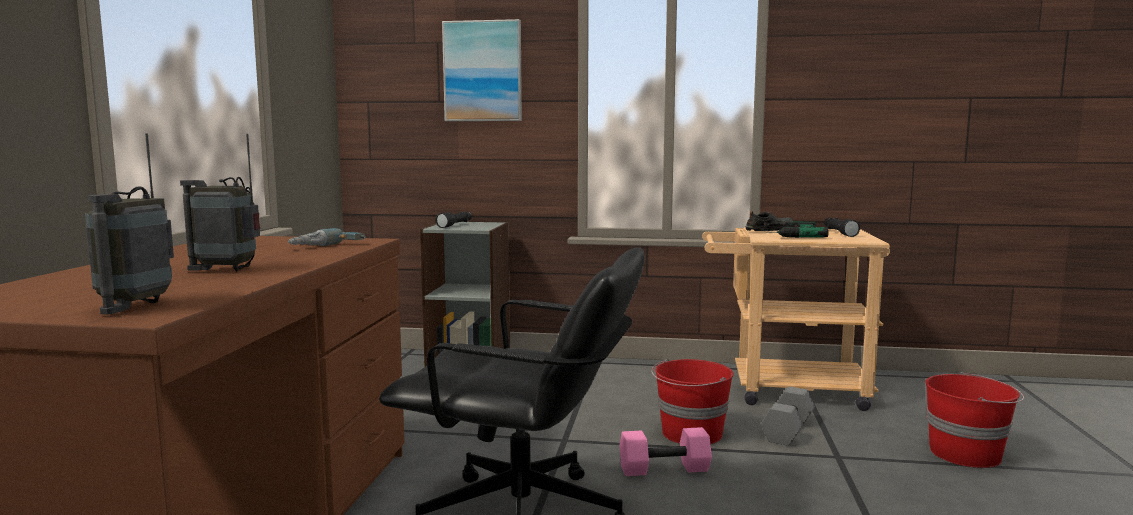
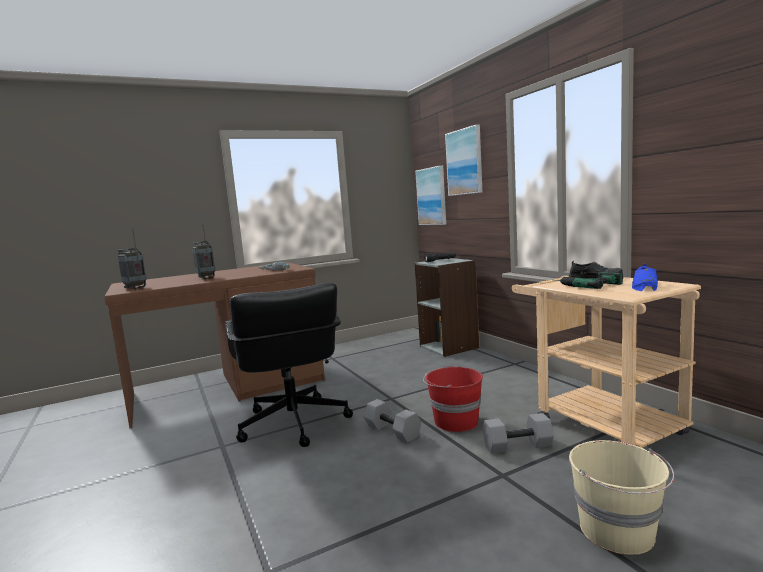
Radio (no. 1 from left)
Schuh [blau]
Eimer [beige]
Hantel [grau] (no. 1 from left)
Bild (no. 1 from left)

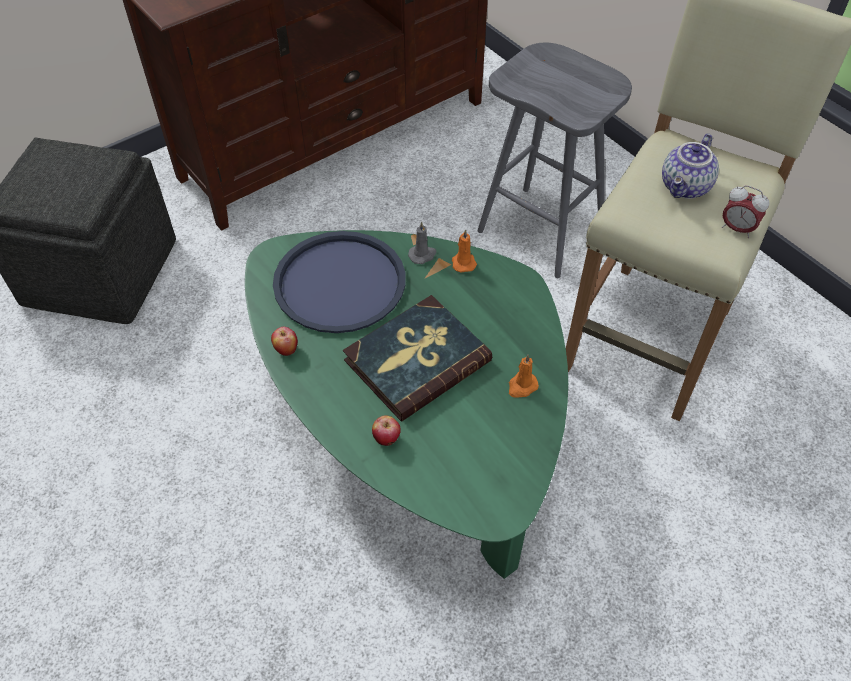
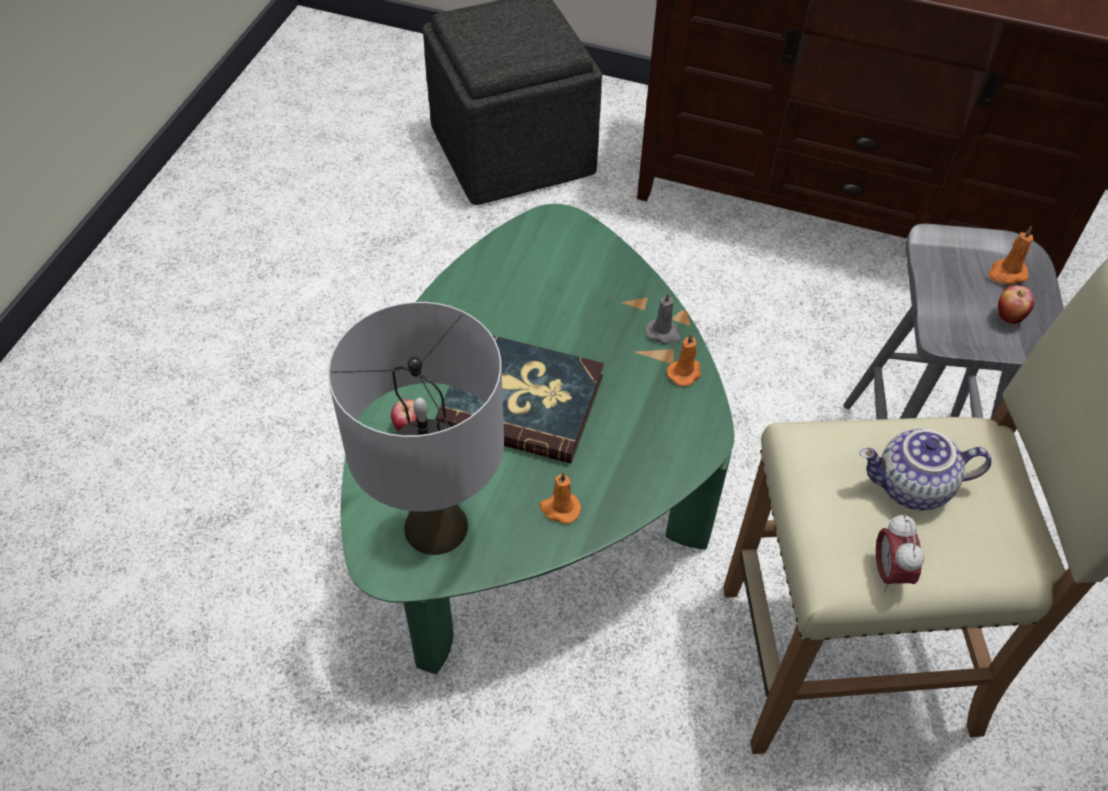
Tablett [blau]
Apfel (no. 2 from left)
Kerze [orange] (no. 3 from left)
Tischlampe [grau]

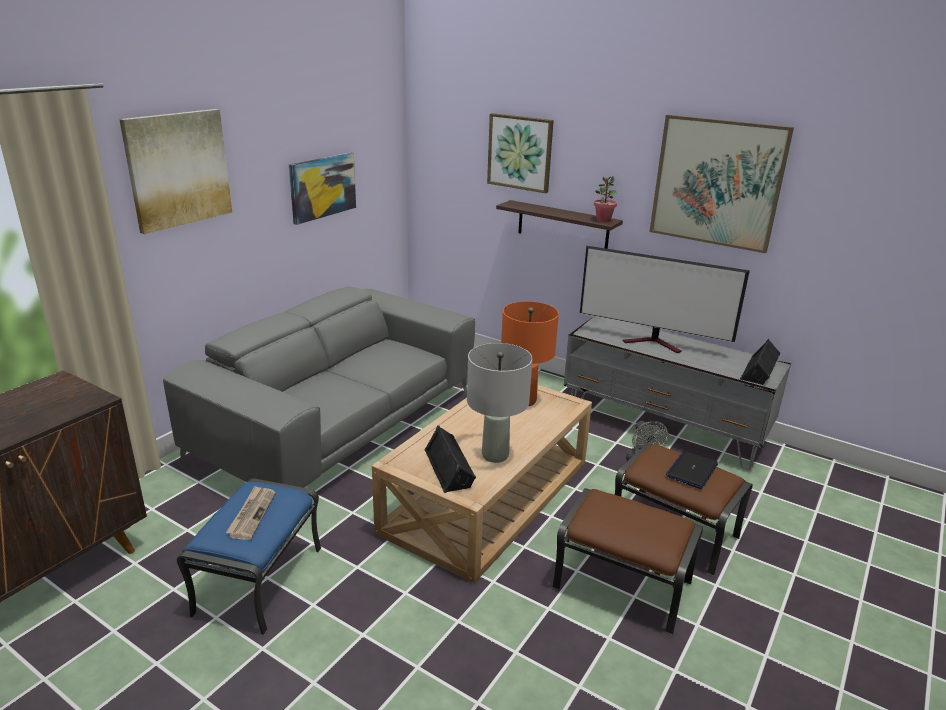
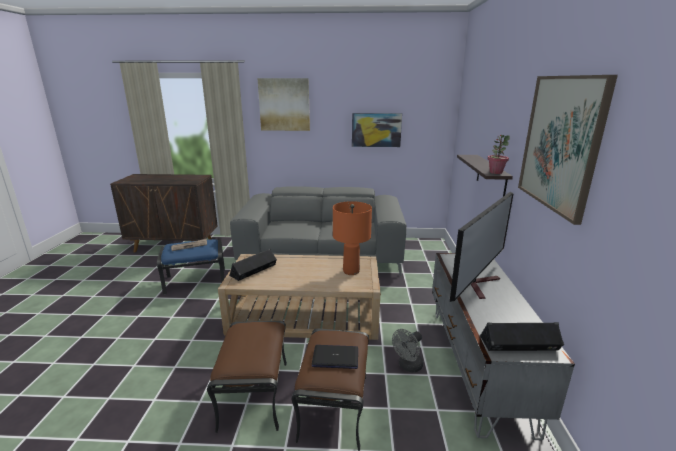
Bild (no. 3 from left in the first image)
Fernseher
Tischlampe [grau]

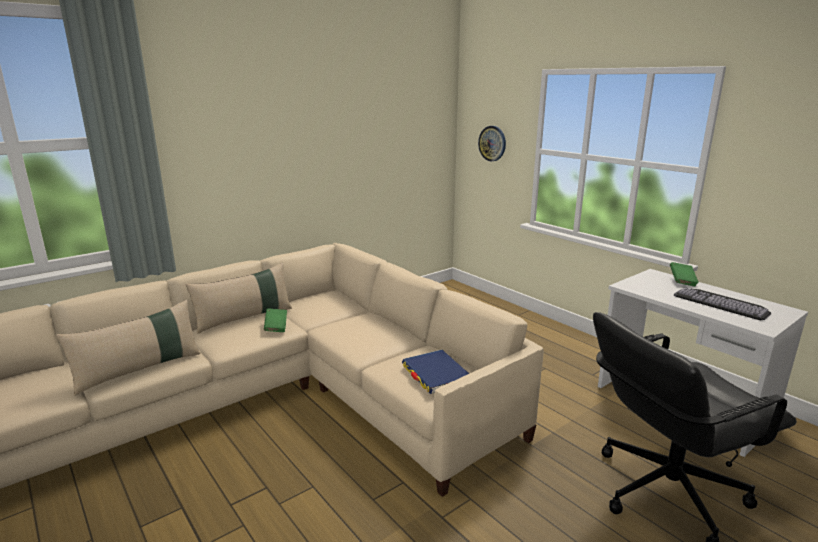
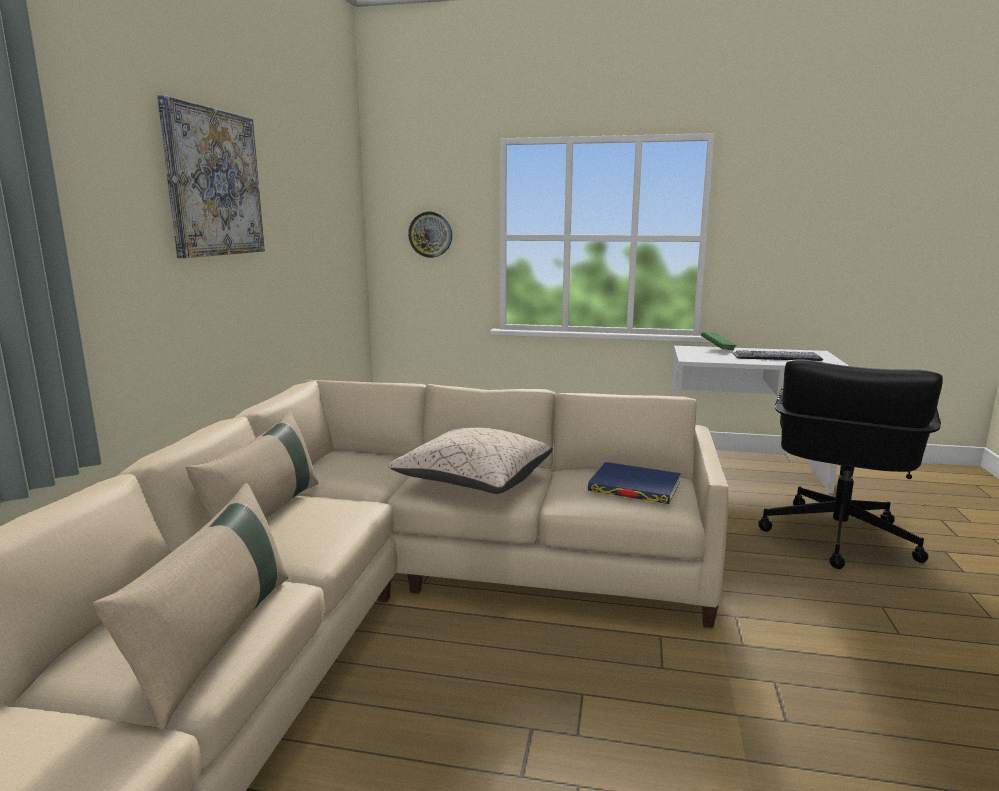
Buch [grün] (no. 1 from left in the first image)
Bild
Kissen [beige] (no. 3 from left)

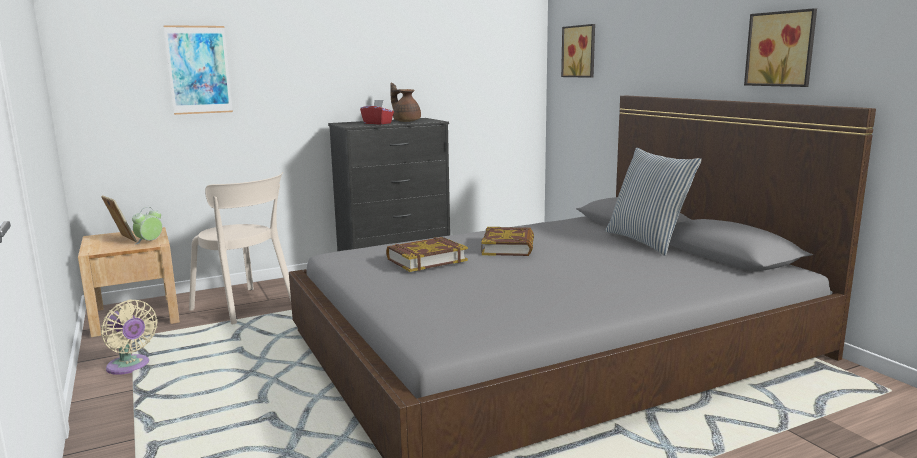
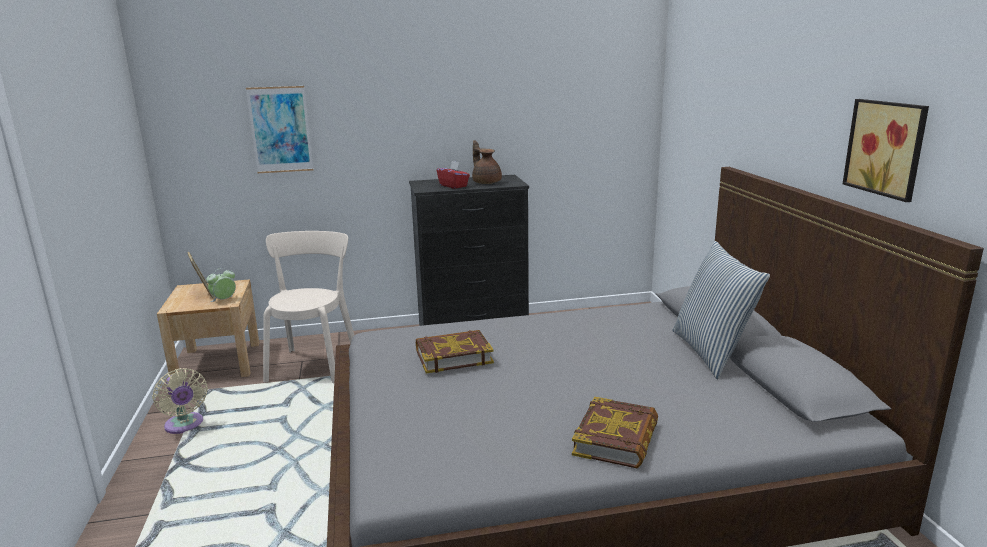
Bild (no. 2 from left in the first image)
Stuhl [beige]
Buch (no. 2 from left)

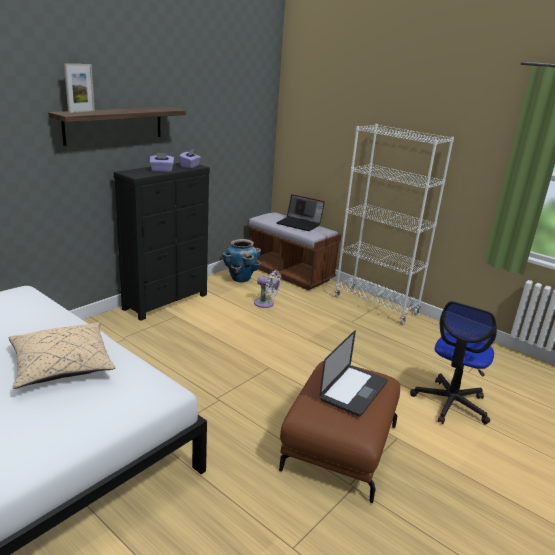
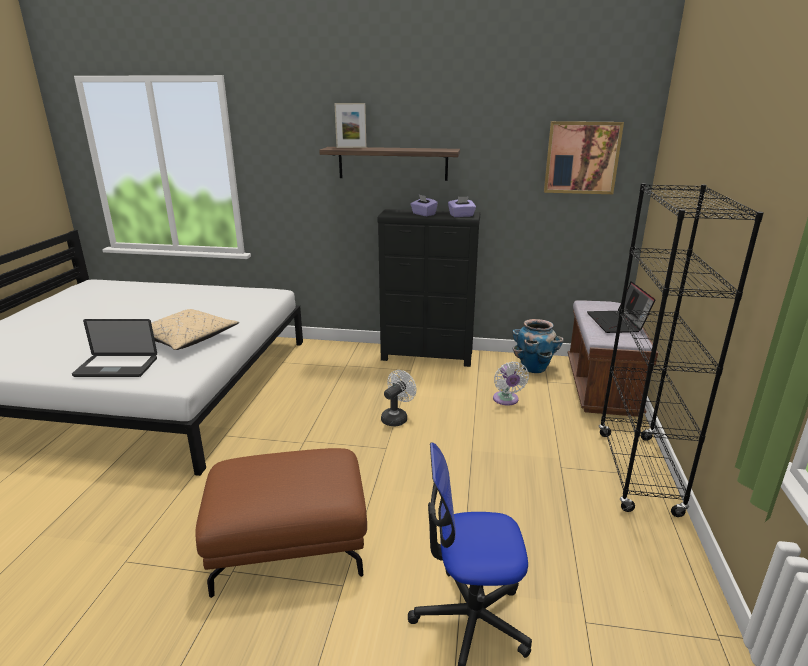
Bücherregal [schwarz]
Laptop (no. 1 from left)
Bild
Ventilator [weiß] (no. 1 from left)

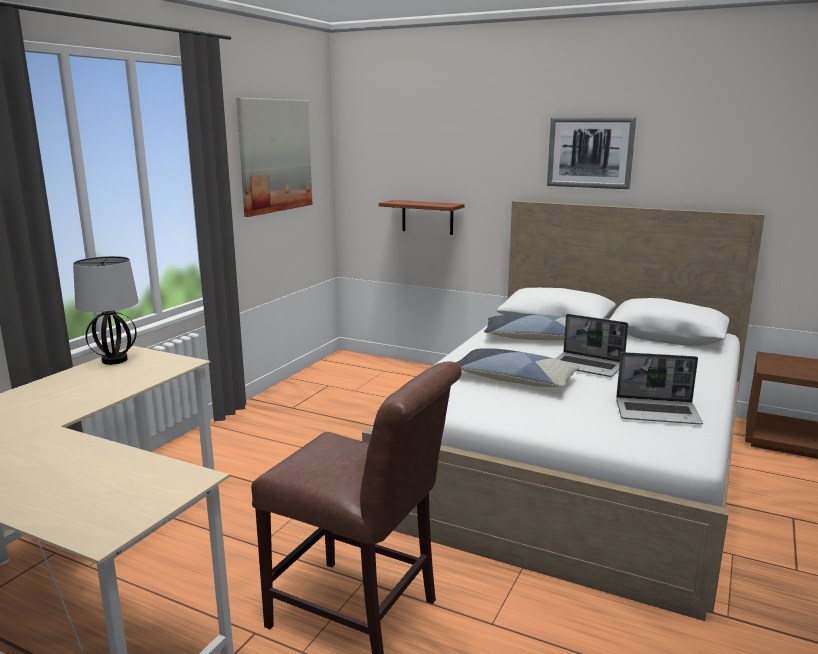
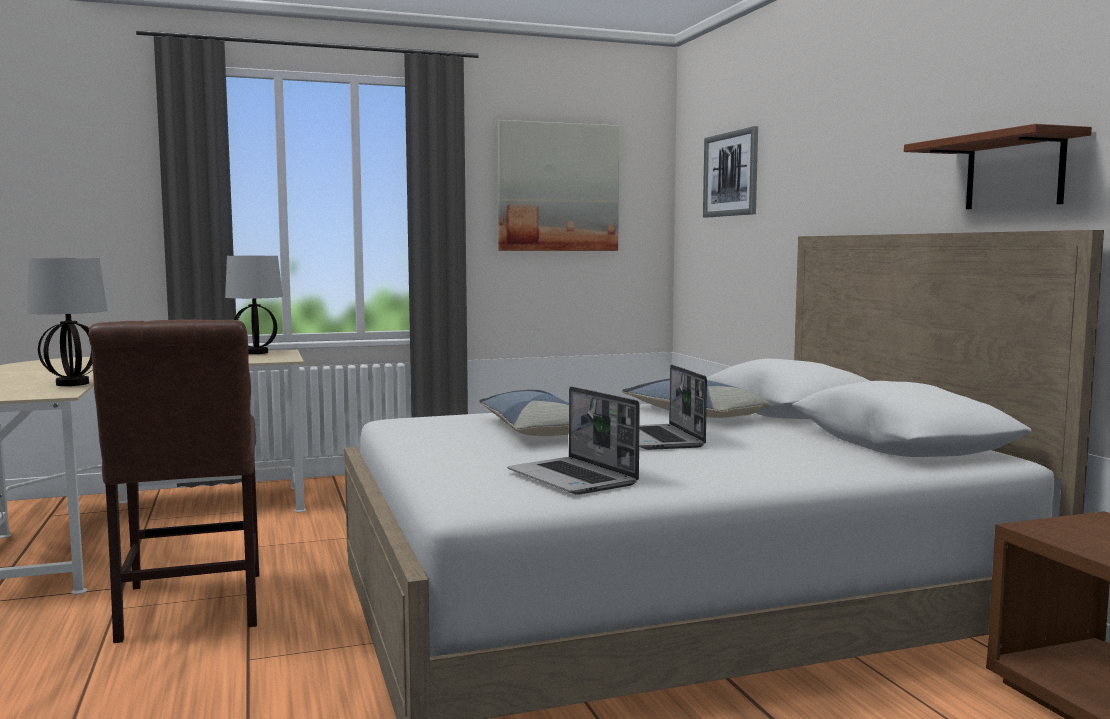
Bild (no. 2 from left)
Wandregal [braun]
Tischlampe (no. 1 from left)

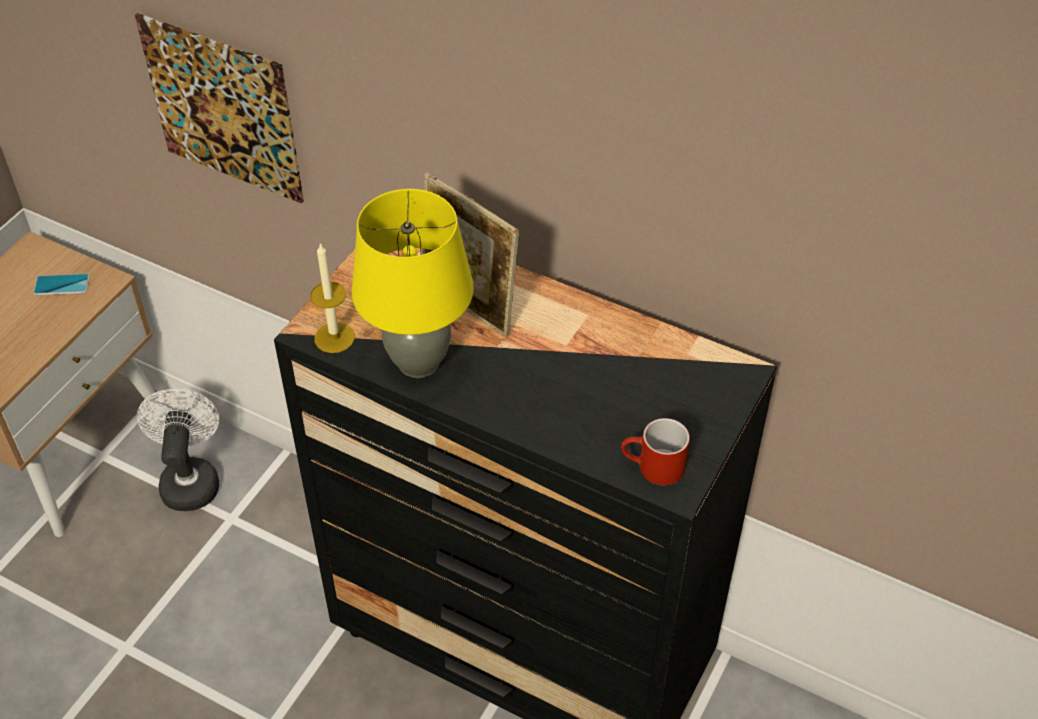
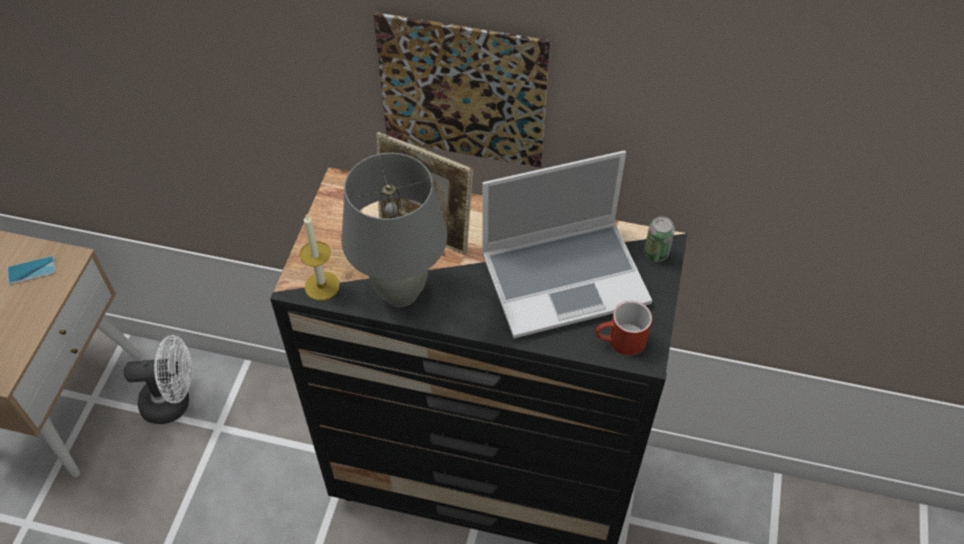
Bild
Tischlampe [grau]
Ventilator [weiß]
Laptop
Dose

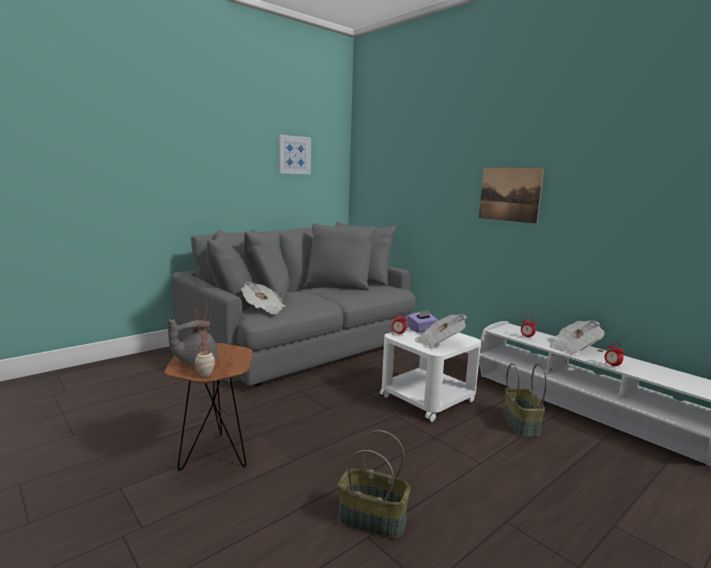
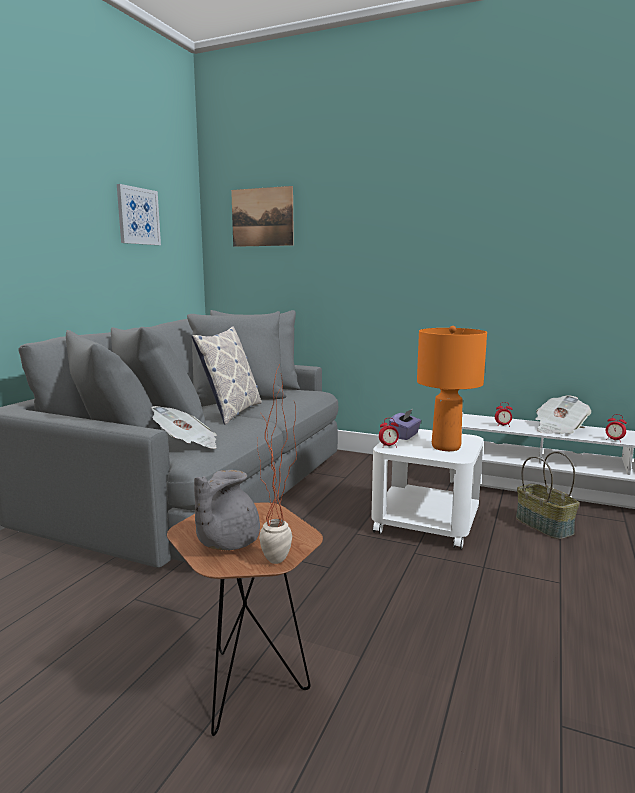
Bild (no. 2 from left)
Tischlampe [orange]
Korb (no. 1 from left in the first image)
Kissen

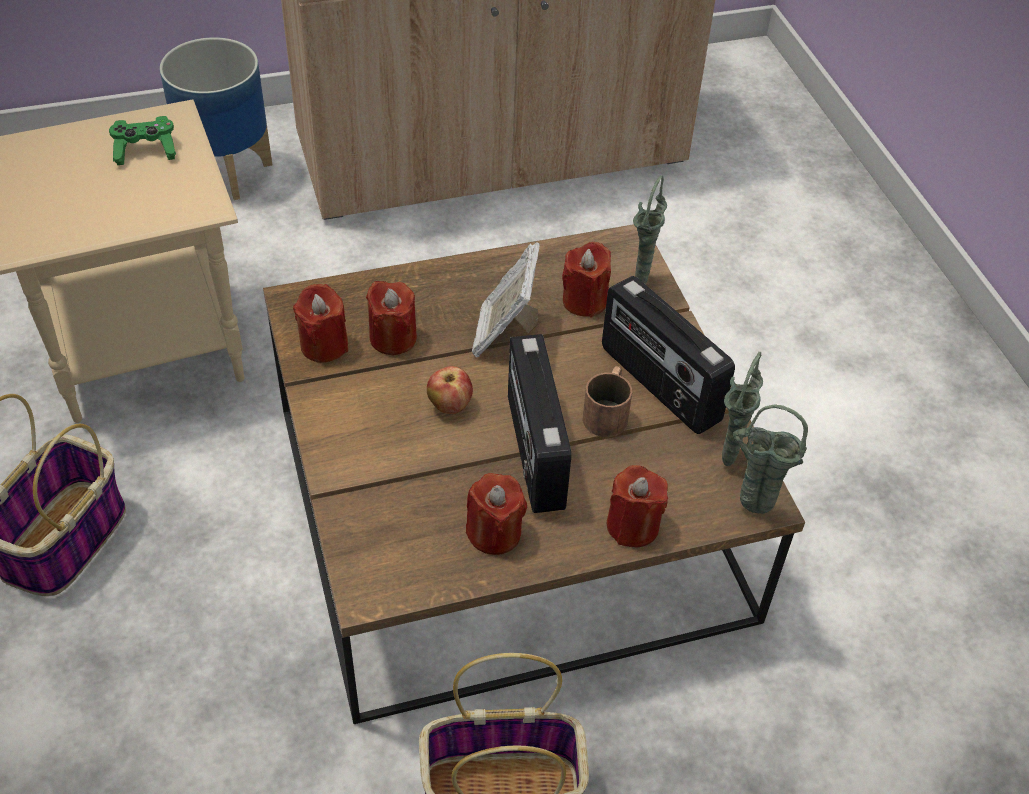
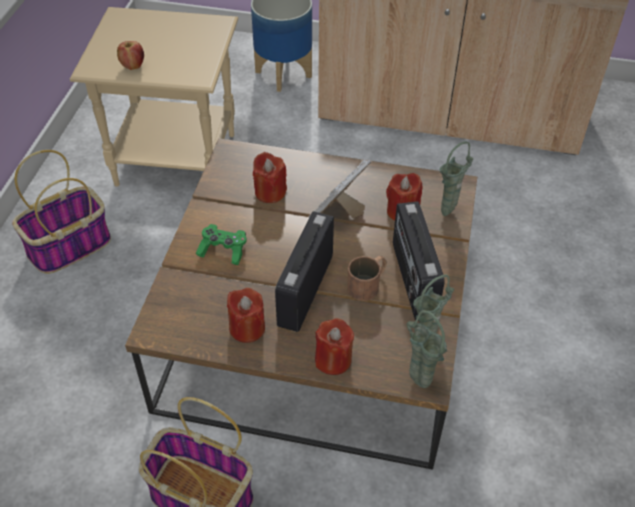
Gamepad [grün]
Kerze [rot] (no. 1 from left in the first image)
Apfel

